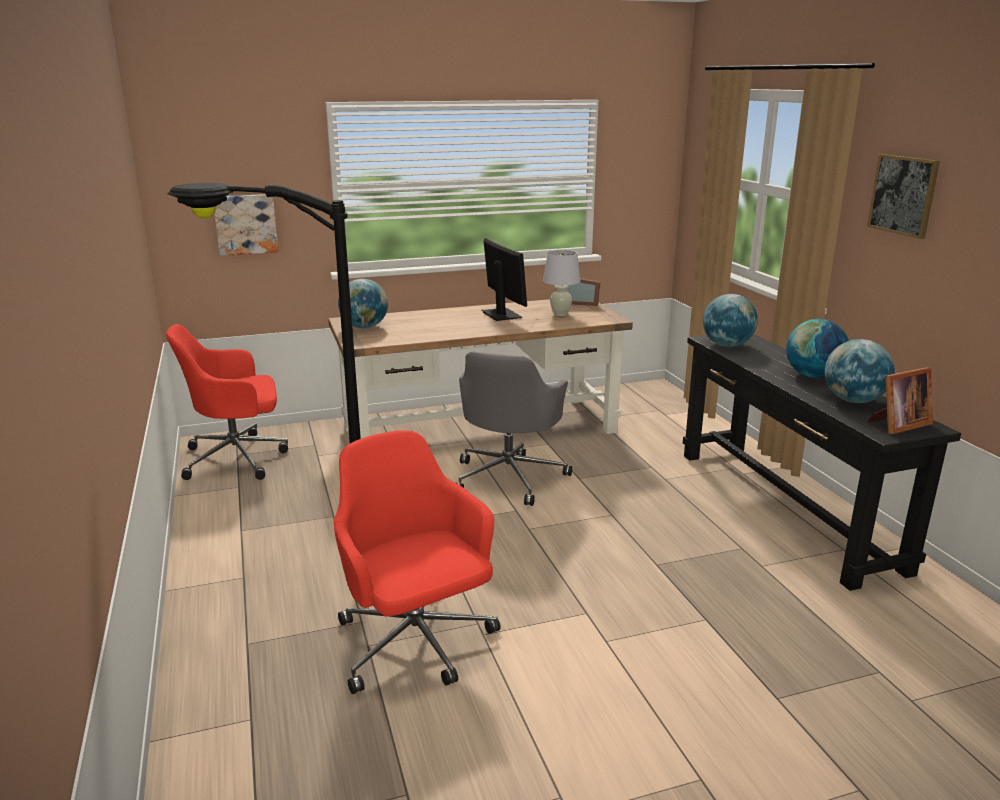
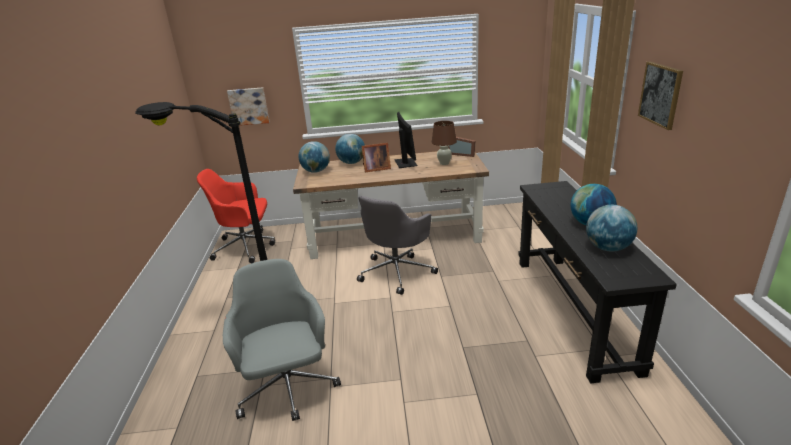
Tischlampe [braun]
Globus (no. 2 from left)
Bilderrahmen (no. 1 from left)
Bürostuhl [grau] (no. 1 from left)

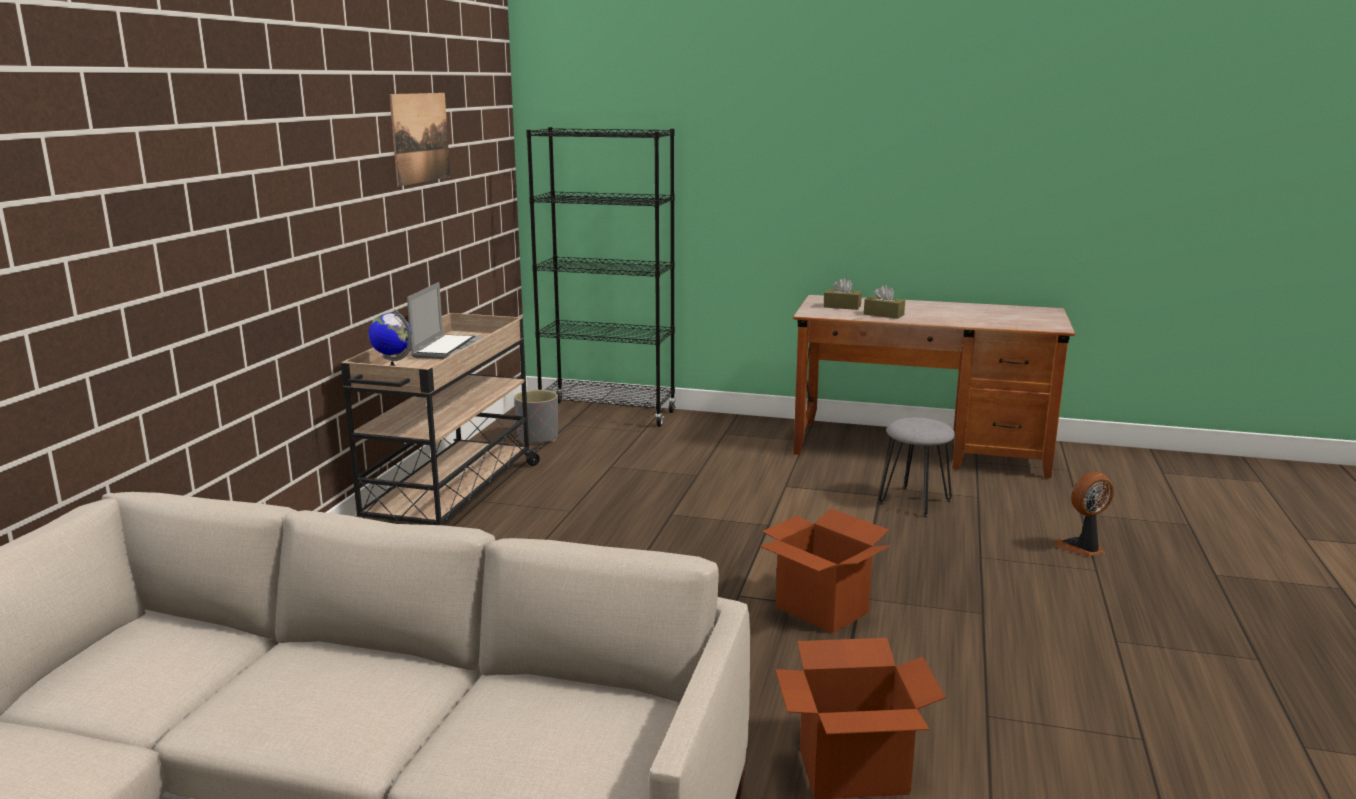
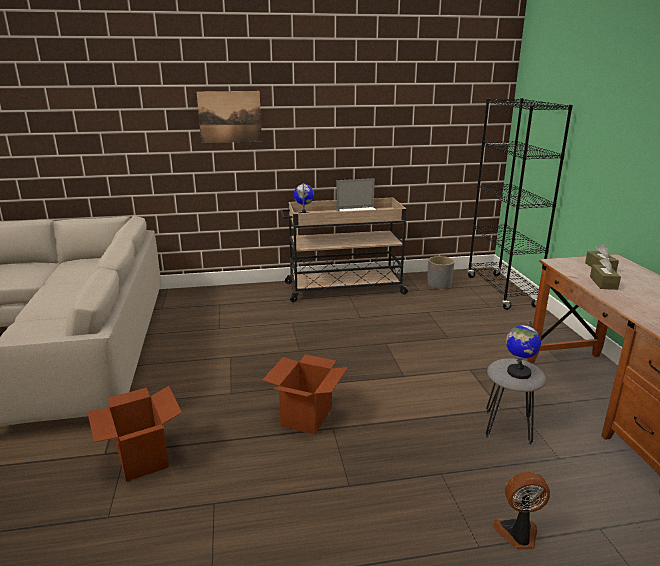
Bild
Ventilator
Globus (no. 2 from left)

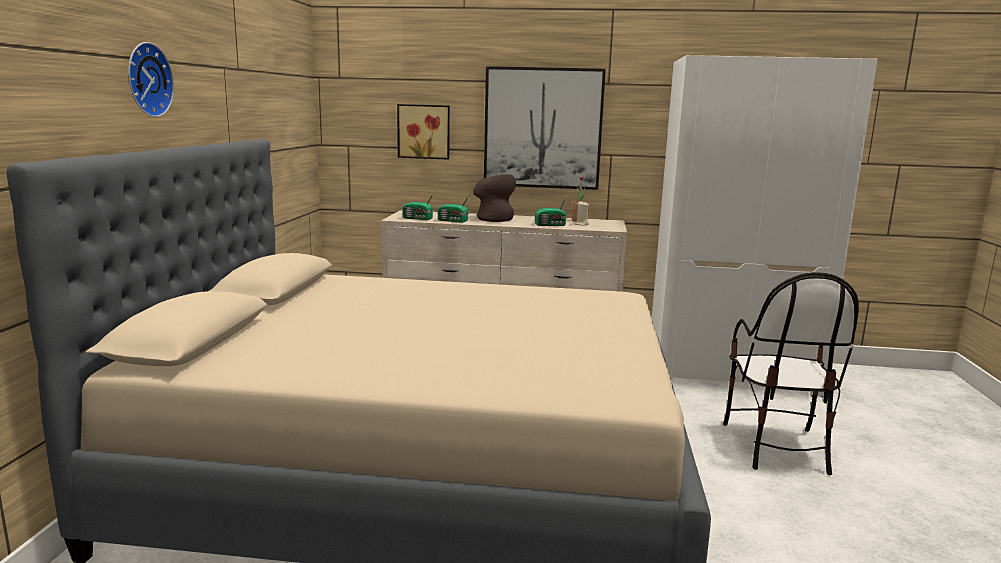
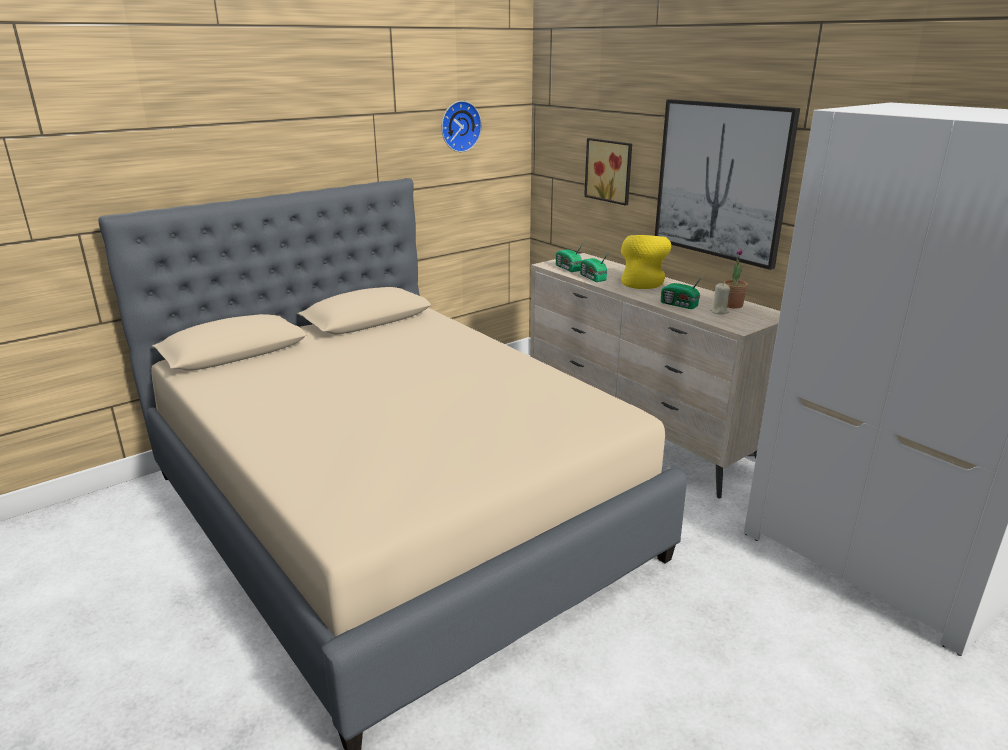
Wanduhr
Vase [gelb]
Stuhl

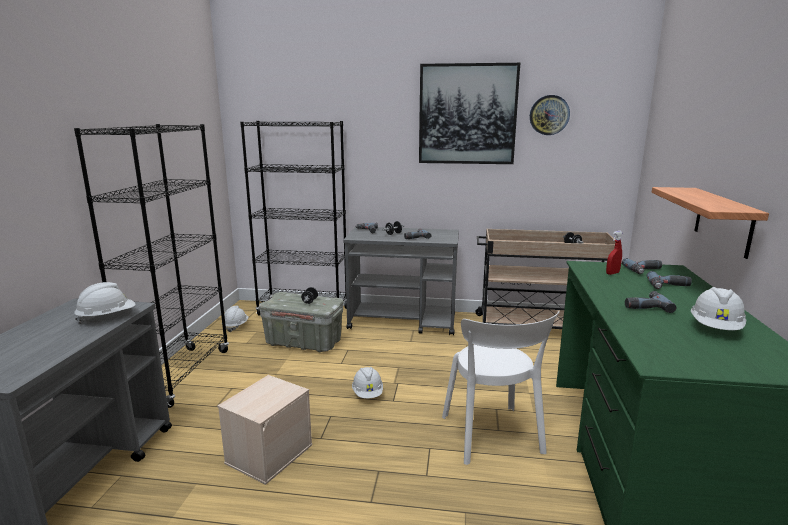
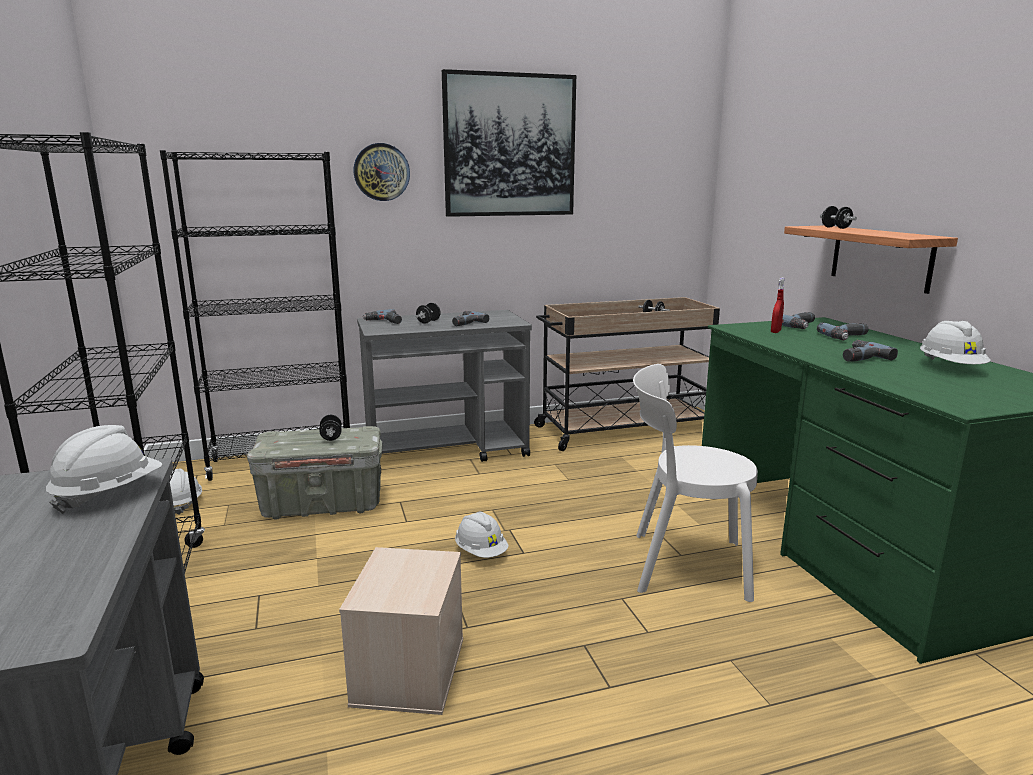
Wanduhr
Stuhl [weiß]
Hantel [schwarz] (no. 4 from left)

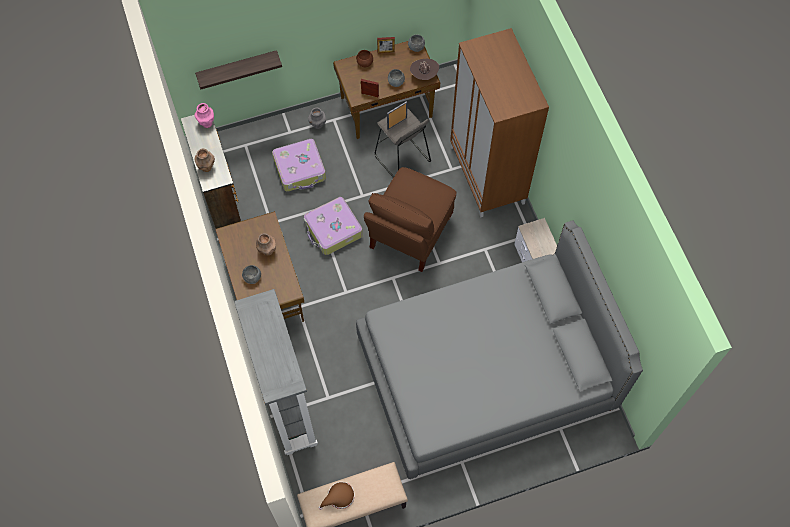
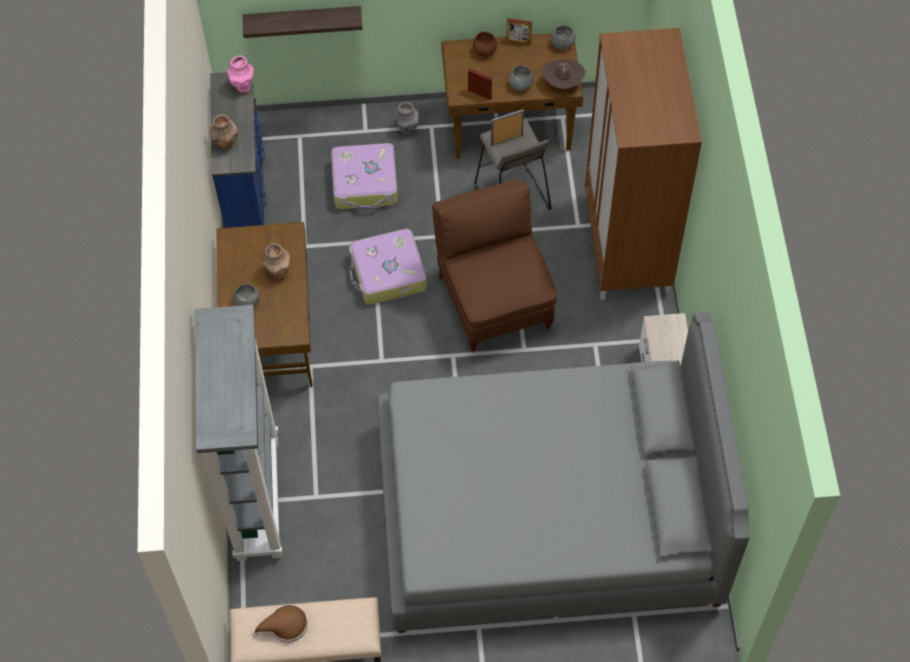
Kommode [blau]
Stuhl [braun]

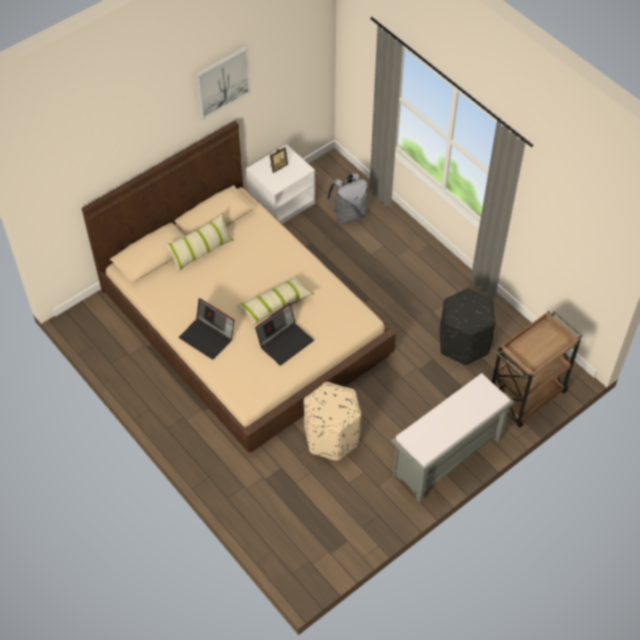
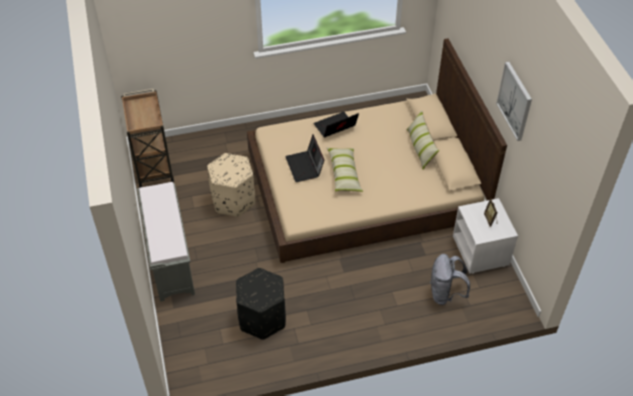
Rollwagen [braun]

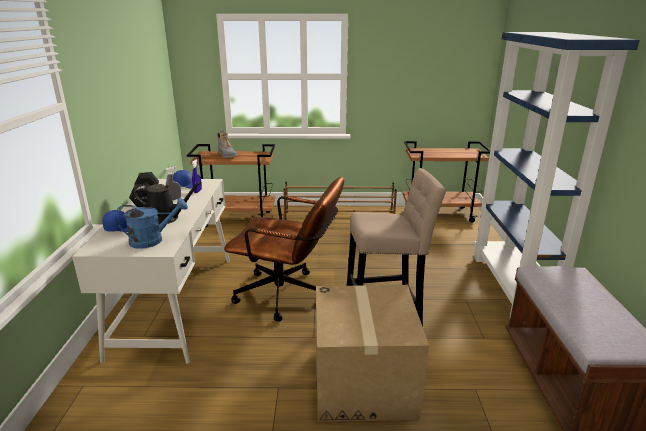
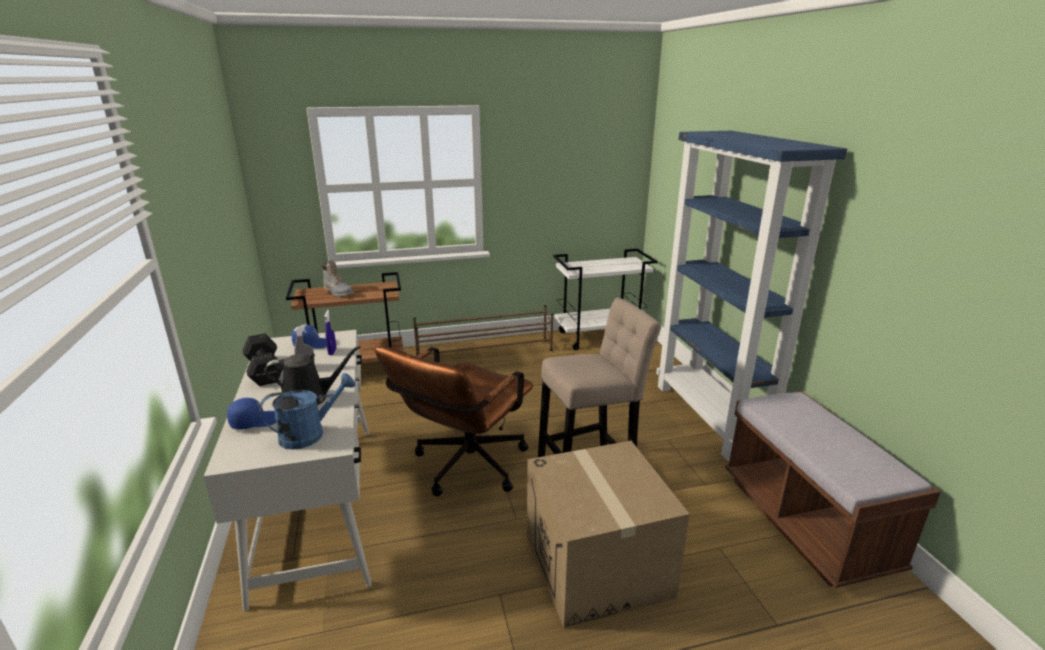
Rollwagen [weiß]
Bürostuhl [braun]

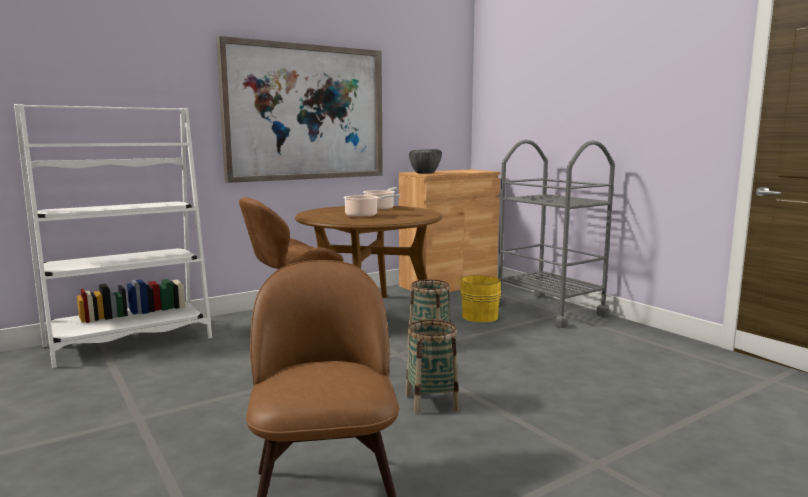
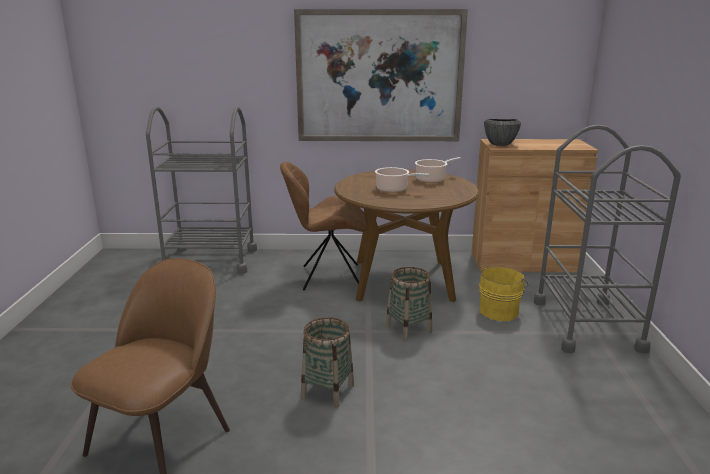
Rollwagen [grau] (no. 1 from left)

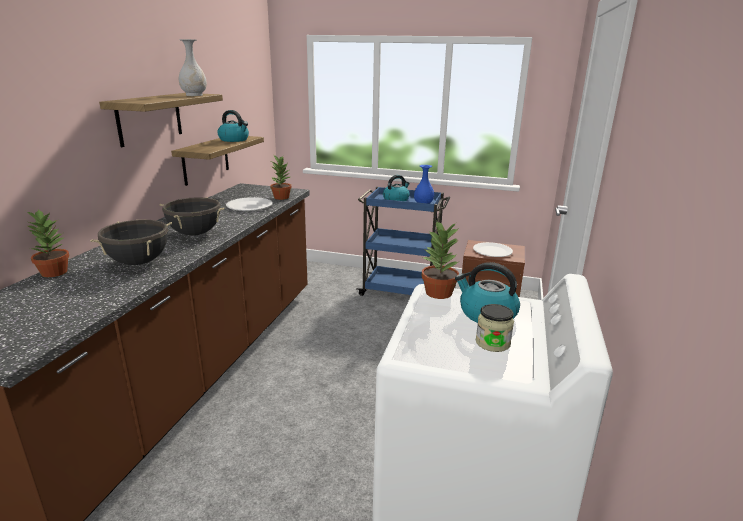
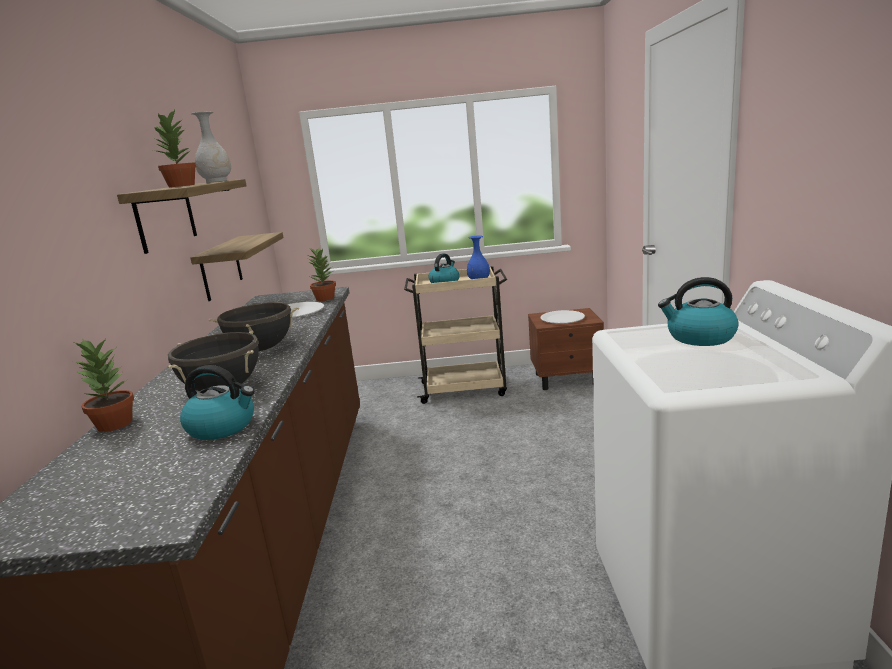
Wasserkessel (no. 1 from left)
Rollwagen [beige]
Topfpflanze (no. 2 from left)
Vorratsglas

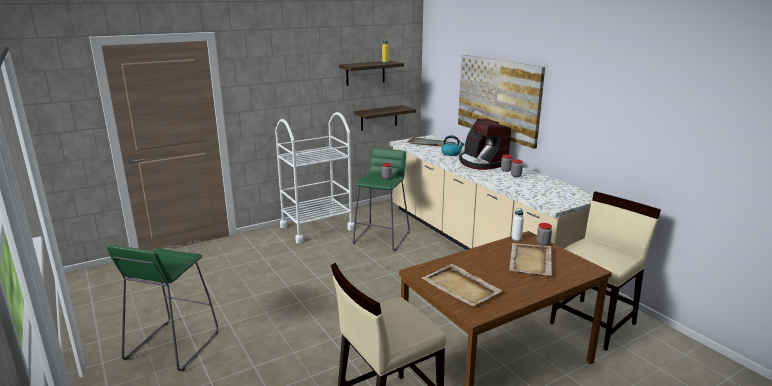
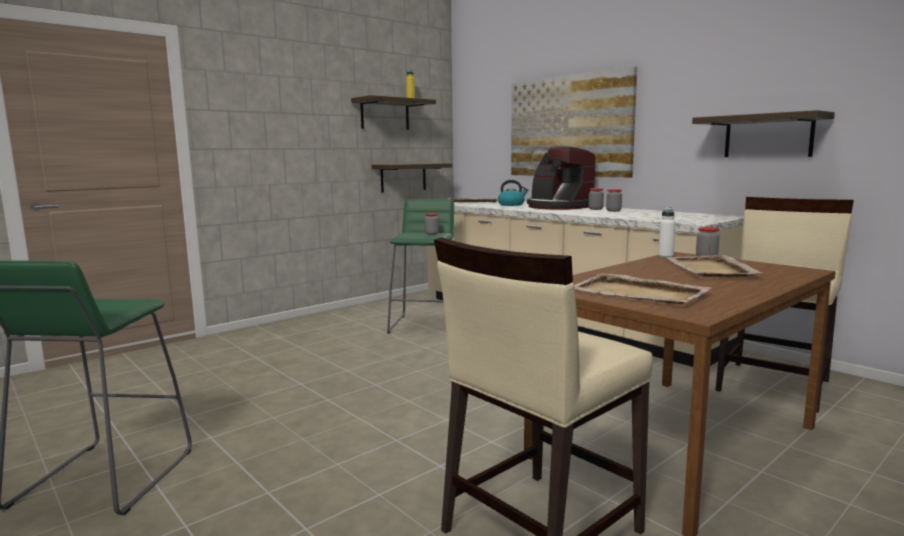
Rollwagen [weiß]
Wandregal (no. 3 from left)

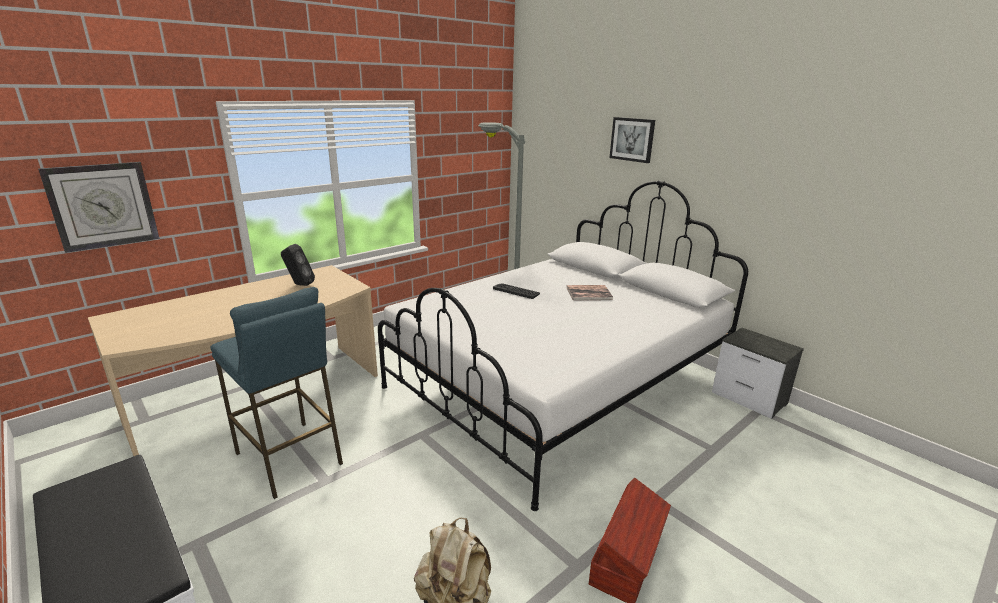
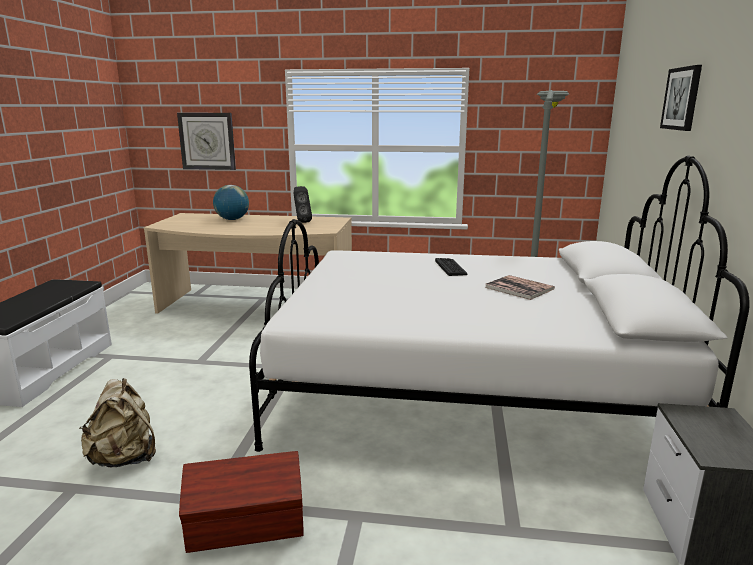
Hocker [blau]
Globus

